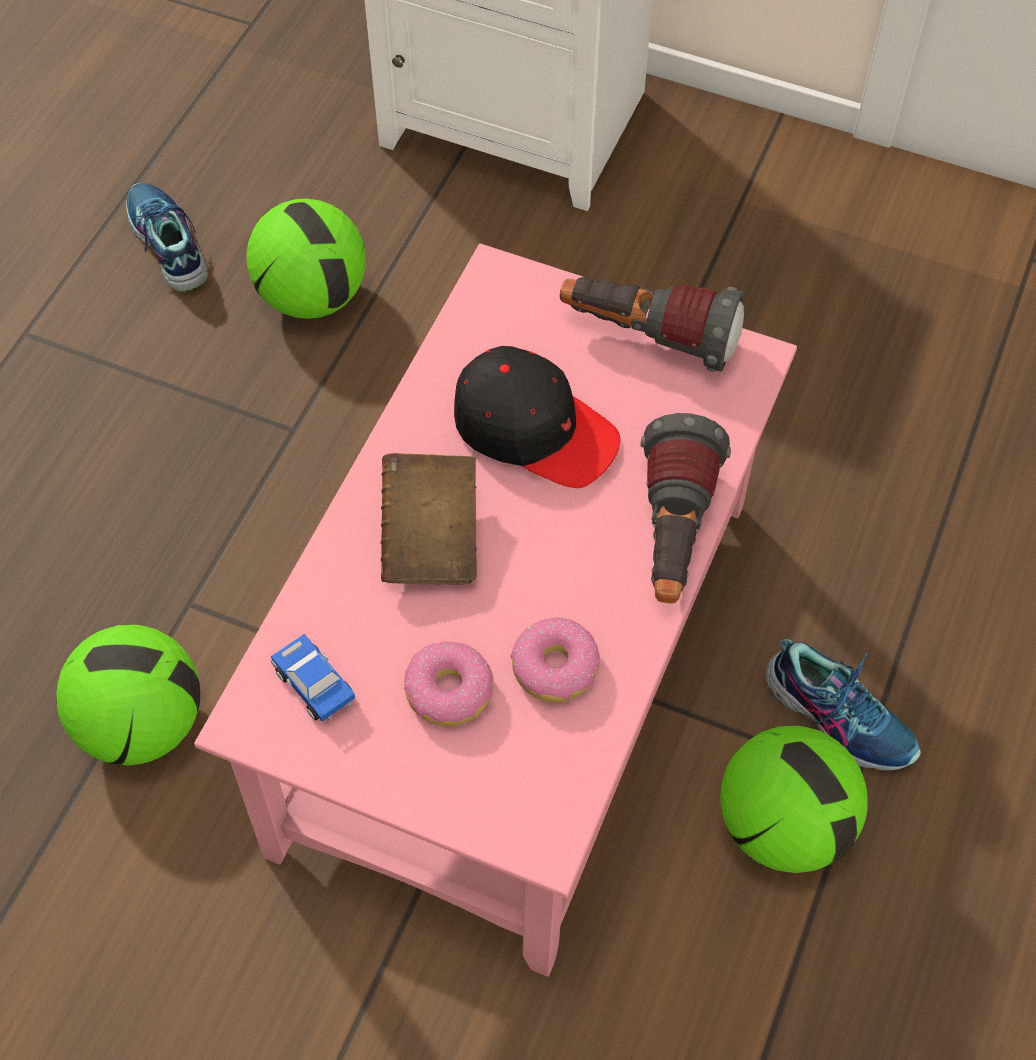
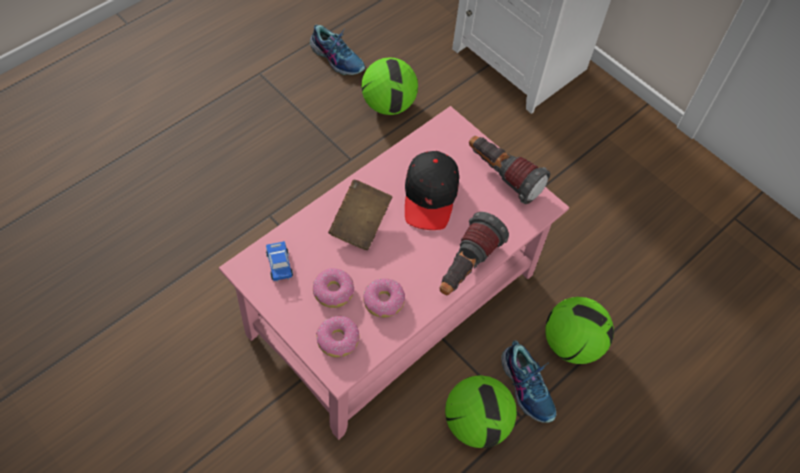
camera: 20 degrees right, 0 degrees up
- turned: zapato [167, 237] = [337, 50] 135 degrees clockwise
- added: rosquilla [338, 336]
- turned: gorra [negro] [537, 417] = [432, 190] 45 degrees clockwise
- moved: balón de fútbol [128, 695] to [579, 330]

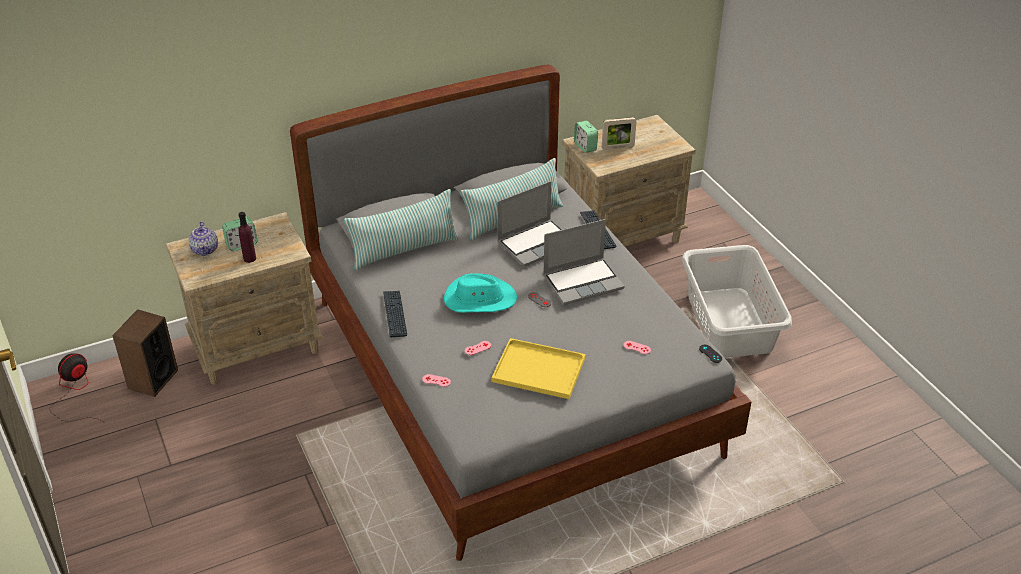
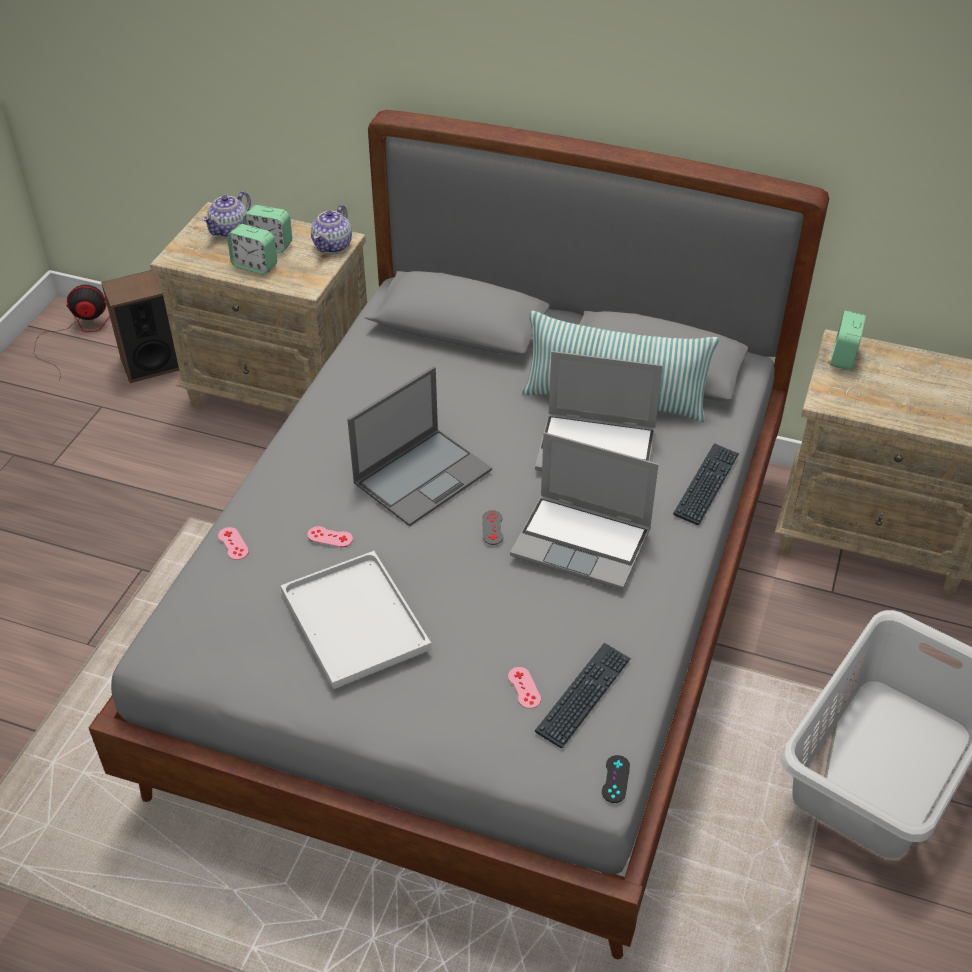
camera: 45 degrees right, 5 degrees up
- replaced: botella [morado] [247, 237] to despertador [252, 249]
- recoloured: bandeja [amarillo] [538, 368] to bandeja [blanco] [356, 620]
- added: tetera [331, 229]
- replaced: sombrero [turquesa] [480, 293] to portátil [419, 446]
- moved: teclado [395, 314] to [583, 695]
- removed: cojín [401, 229]
- removed: portarretratos [619, 133]

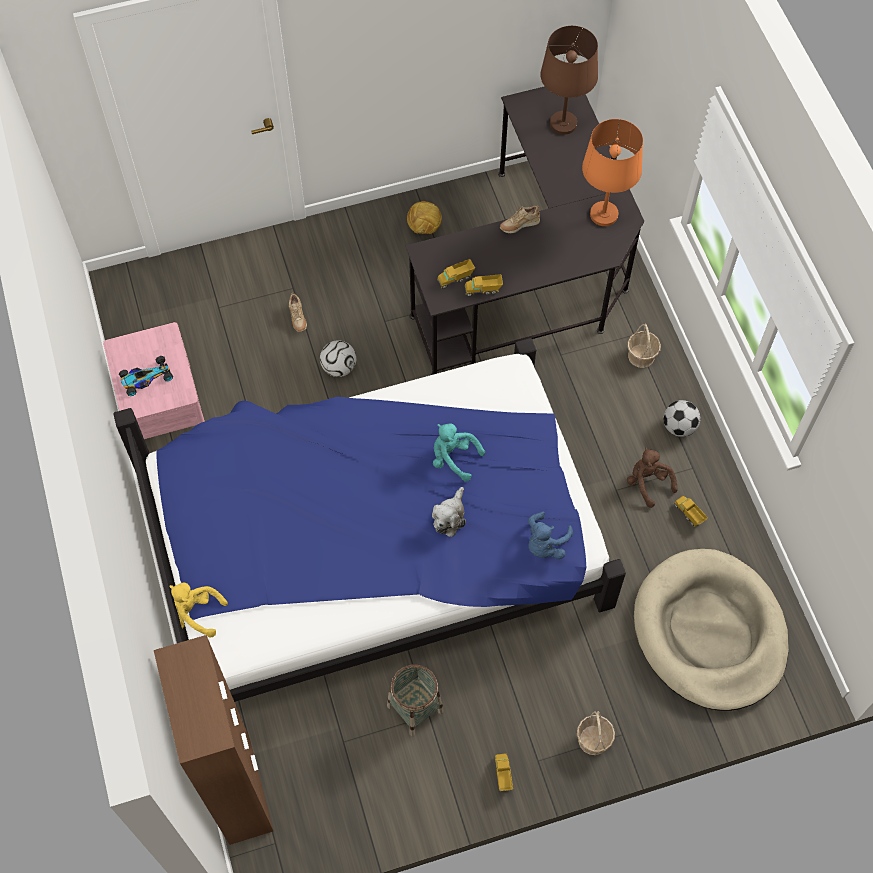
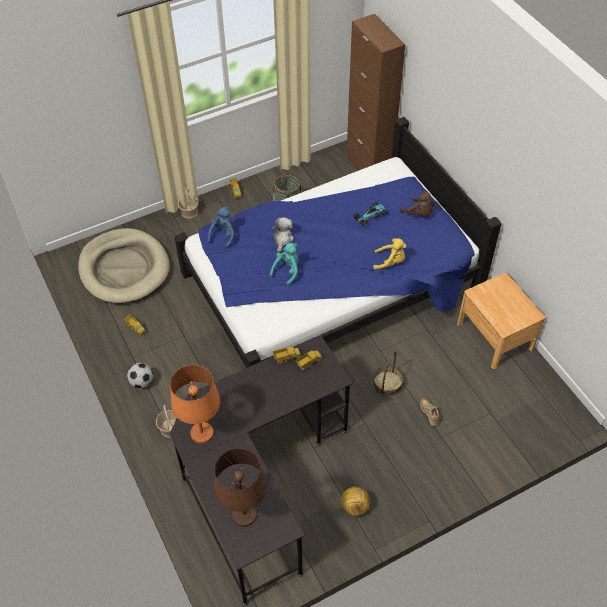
camera: 170 degrees right, 10 degrees down
- turned: peluche [turquesa] [459, 452] = [284, 264] 75 degrees counterclockwise
- moved: coche de juguete [146, 376] to [370, 214]
- replaced: balón de fútbol [338, 358] to cesta [388, 374]
- moved: peluche [amarillo] [198, 610] to [389, 254]
- moved: peluche [marrón] [652, 477] to [417, 204]
- recoloured: mesita de noche [rosa] [154, 380] to mesita de noche [marrón] [501, 321]
- removed: zapato [beis] [520, 219]

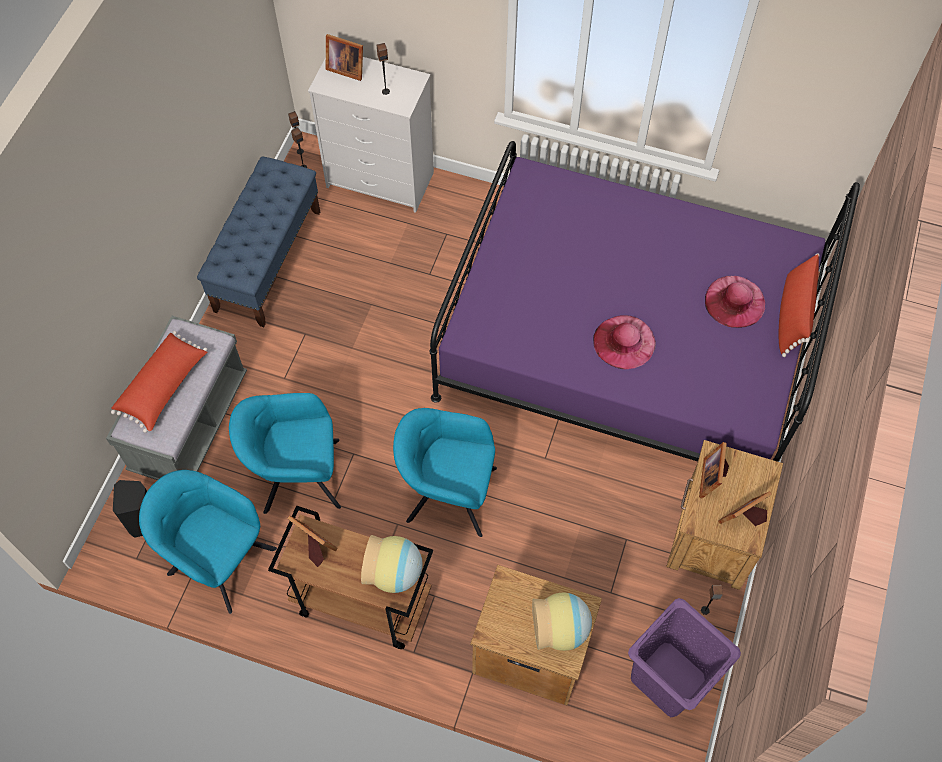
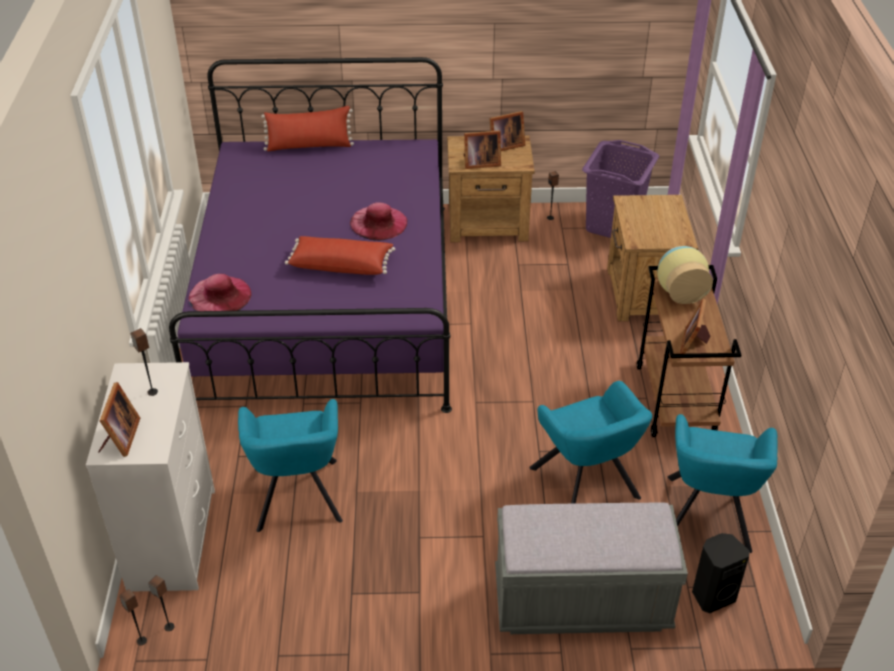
camera: 110 degrees left, 20 degrees down
- moved: sombrero [rosa] [735, 302] to [220, 292]
- moved: sillón [turquesa] [445, 472] to [290, 465]
- moved: cojín [rojo] [159, 382] to [340, 255]
- turned: portarretratos [745, 508] = [507, 131] 60 degrees counterclockwise
- removed: banco [azul] [258, 241]
- removed: florero [562, 622]

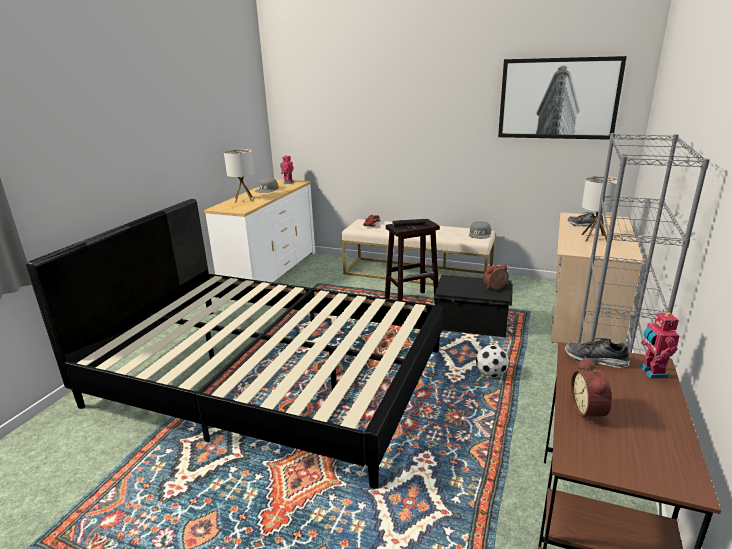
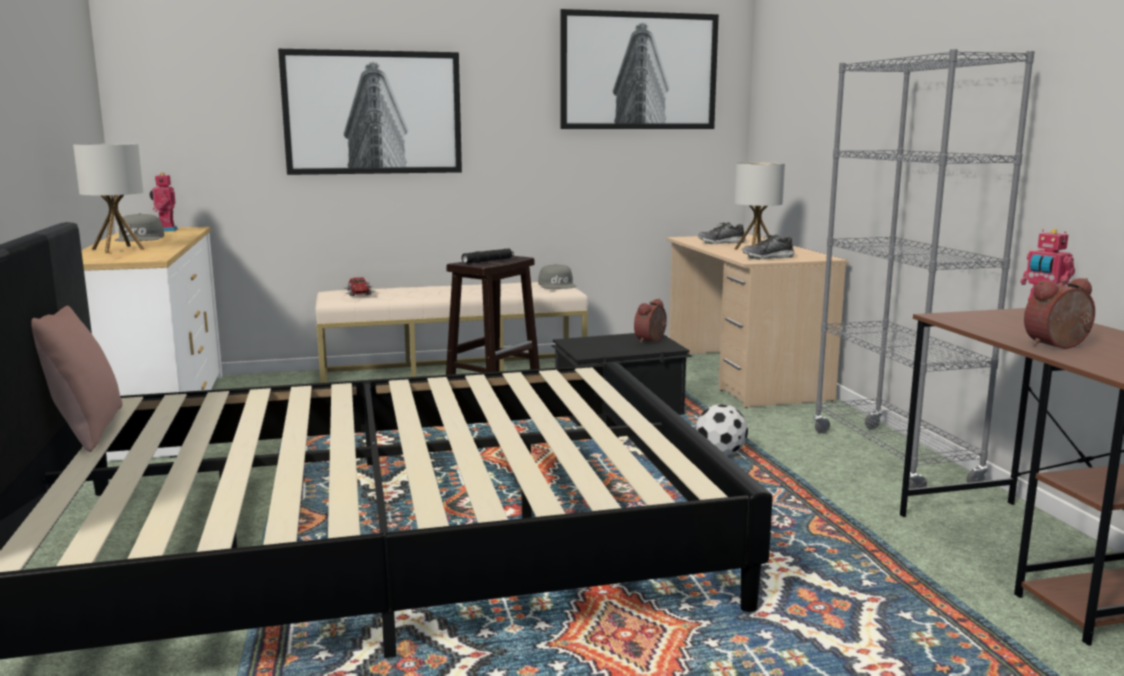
camera: 35 degrees left, 10 degrees down
- added: cojín [rosa] [77, 379]
- added: cuadro [370, 112]
- moved: zapato [597, 353] to [769, 247]
- turned: despertador [591, 390] = [1059, 313] 105 degrees clockwise

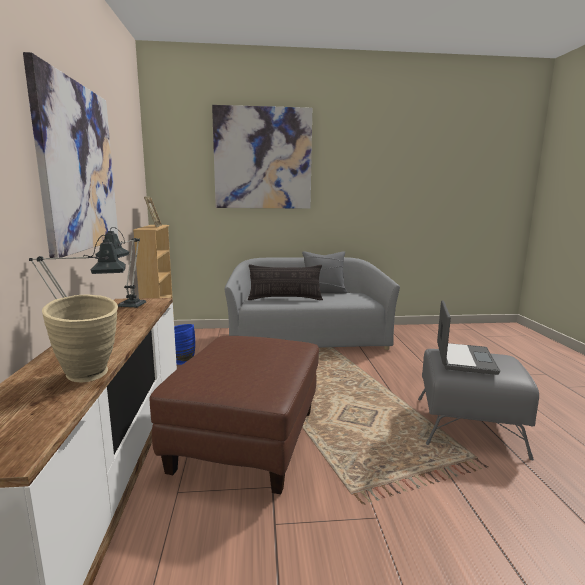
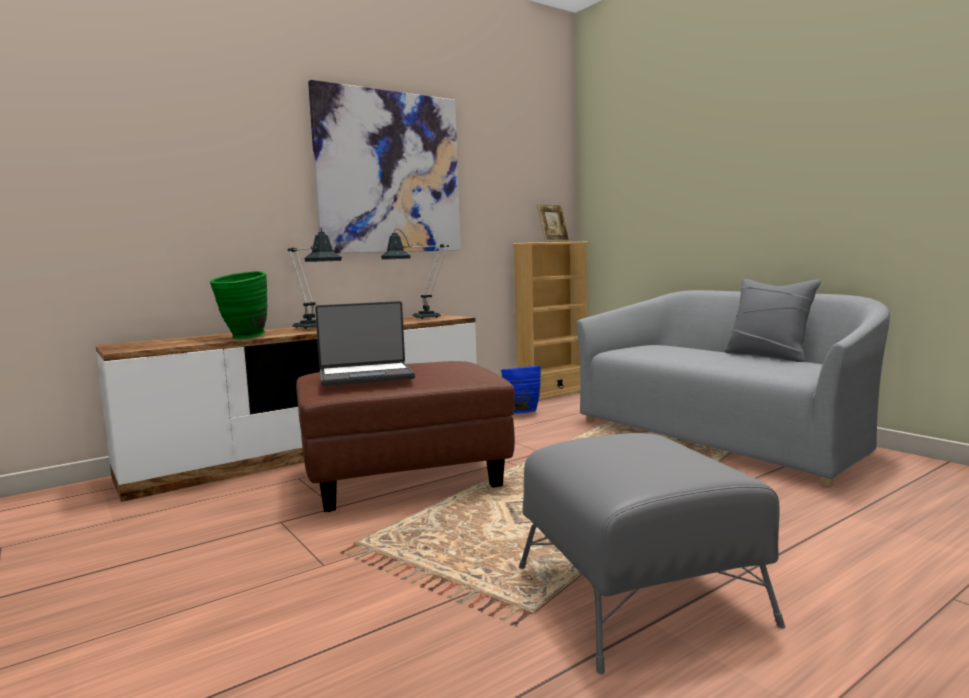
camera: 60 degrees right, 5 degrees down
- recoloured: florero [beis] [80, 339] to florero [verde] [239, 305]
- moved: portátil [468, 338] to [365, 343]
- removed: cuadro [262, 157]
- removed: cojín [285, 282]

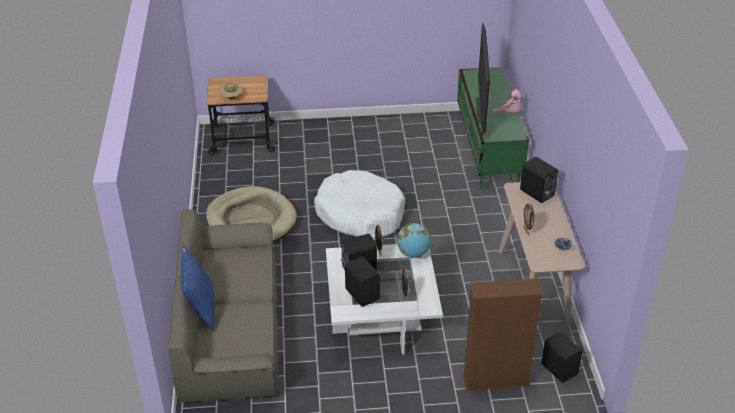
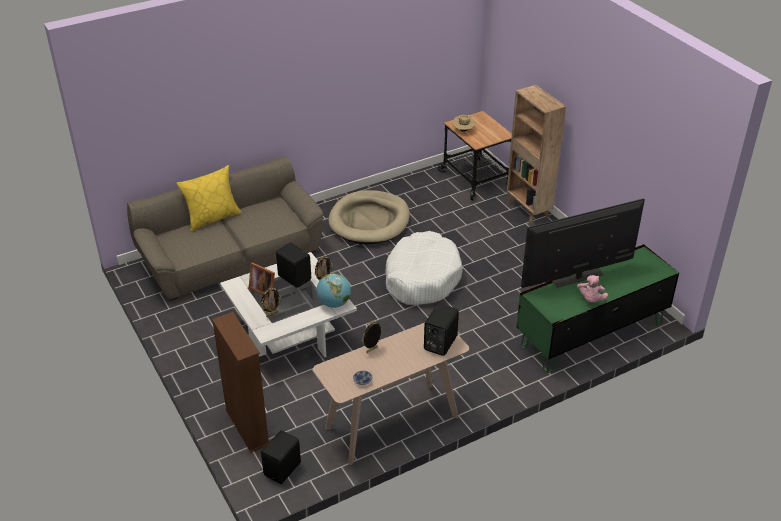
camera: 65 degrees right, 0 degrees up
- recoloured: cojín [azul] [198, 288] to cojín [amarillo] [209, 198]
- replaced: altavoz [negro] [362, 282] to portarretratos [262, 279]
- added: estantería [marrón] [536, 154]

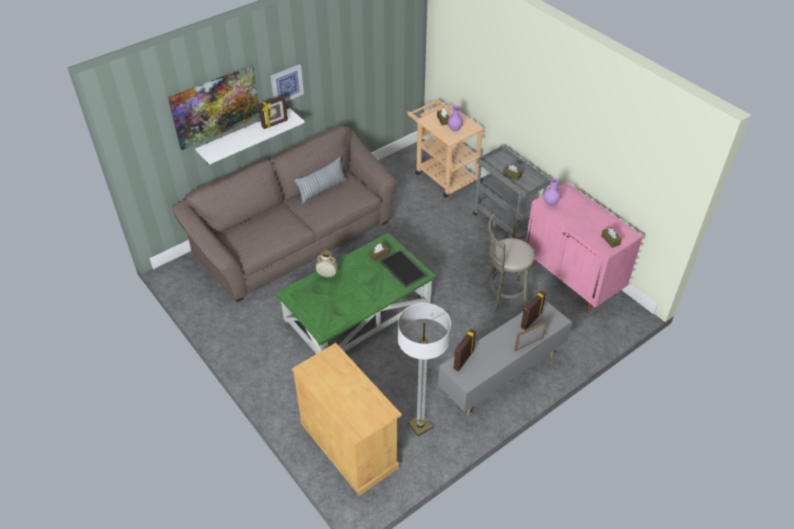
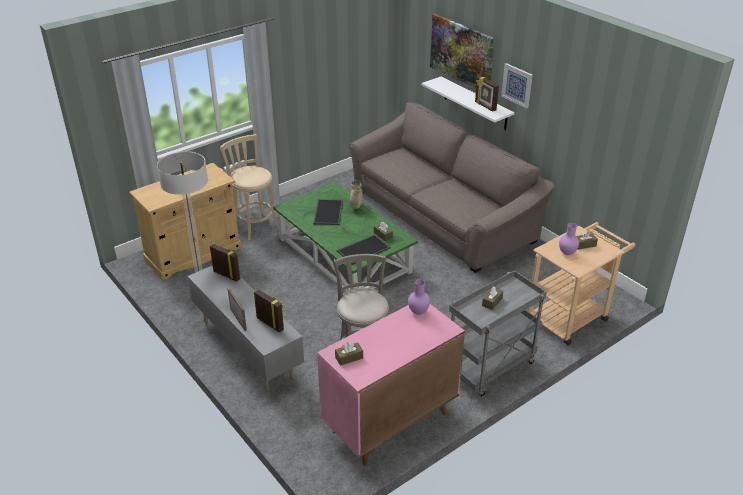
camera: 90 degrees right, 10 degrees down
- added: taburete [beis] [249, 187]
- added: bandeja [328, 212]
- removed: cojín [320, 180]

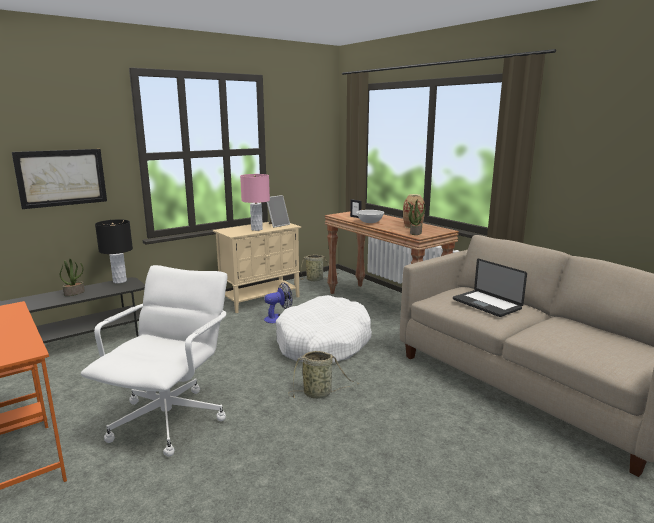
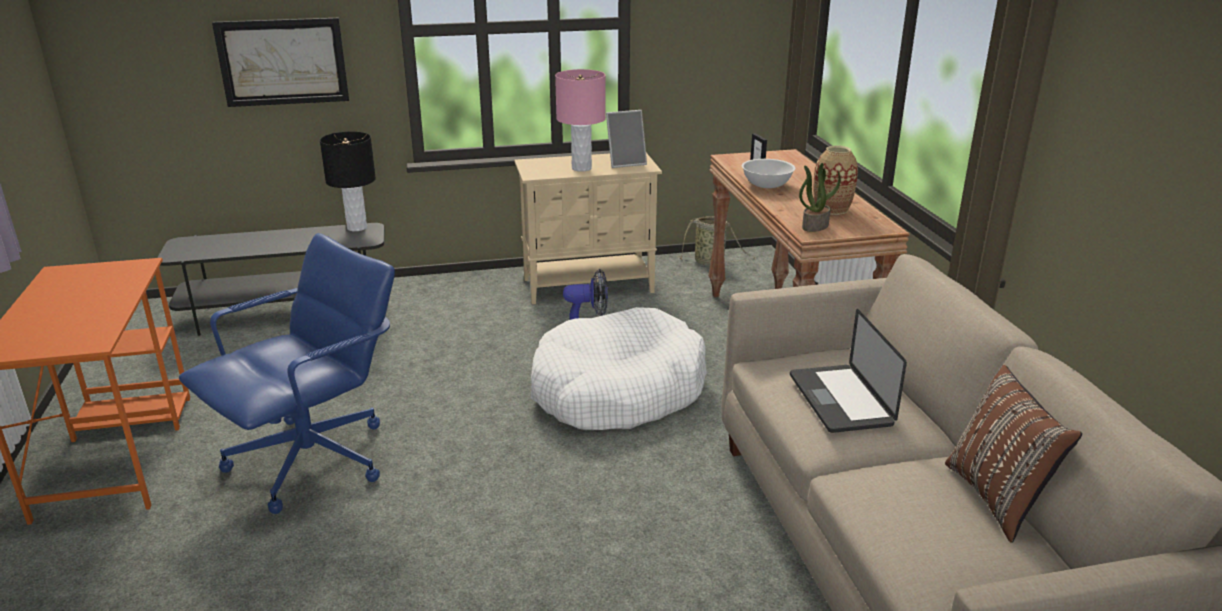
camera: 25 degrees right, 10 degrees up
- recoloured: silla de oficina [blanco] [154, 361] to silla de oficina [azul] [287, 373]
- added: cojín [marrón] [1013, 454]
- removed: planta en maceta [72, 277]
- removed: cesta [323, 375]

